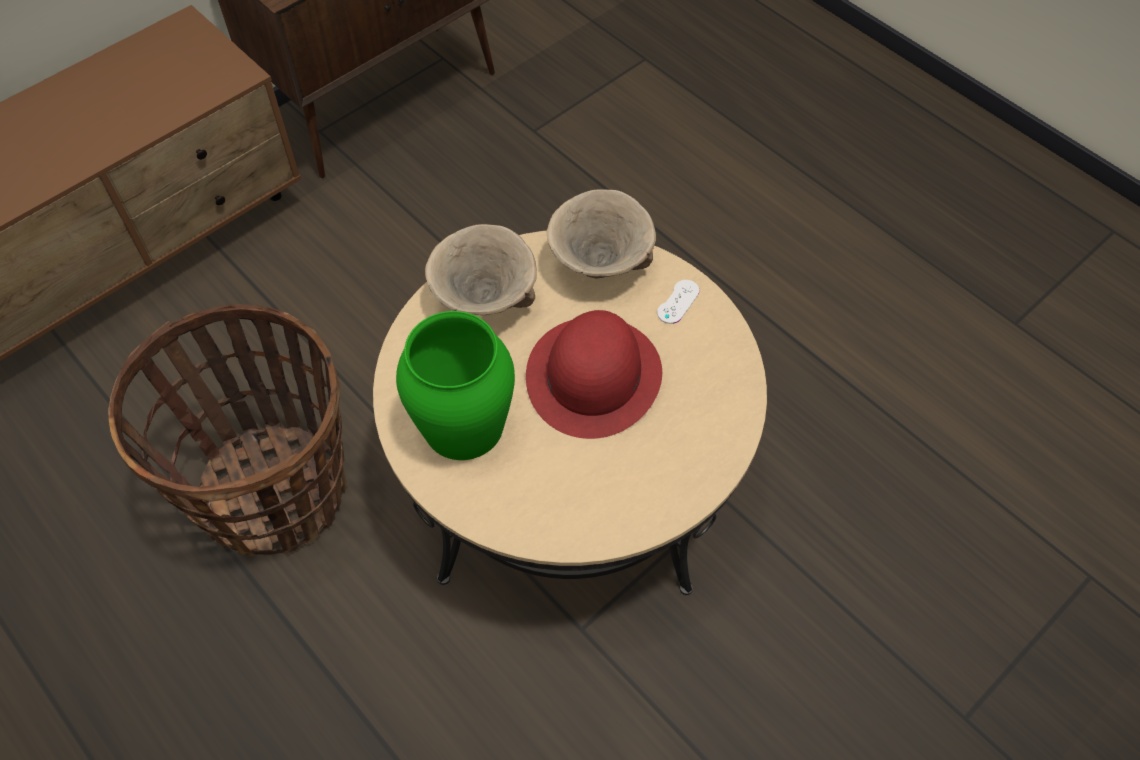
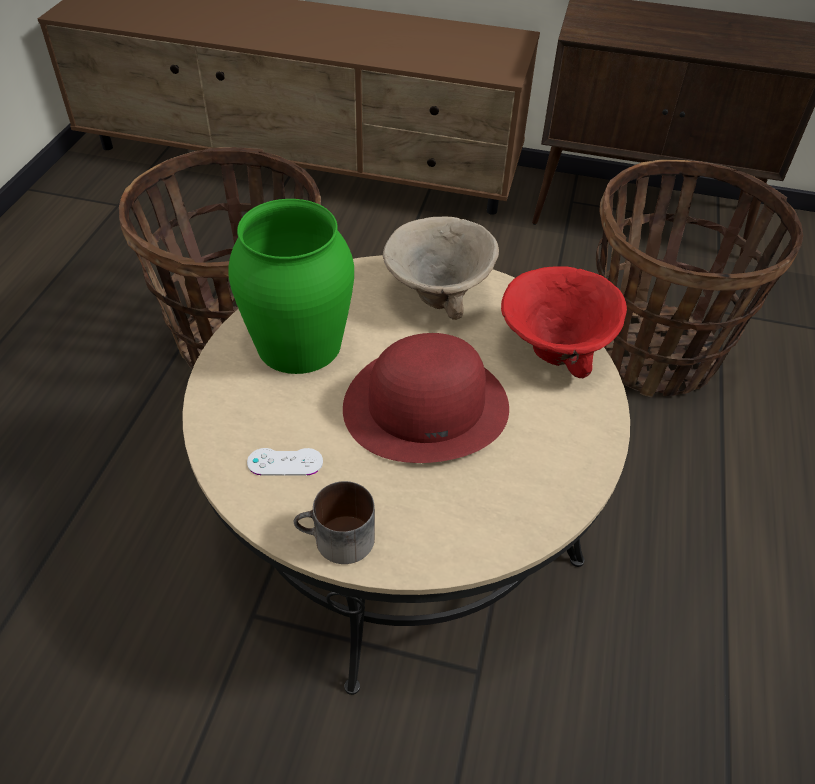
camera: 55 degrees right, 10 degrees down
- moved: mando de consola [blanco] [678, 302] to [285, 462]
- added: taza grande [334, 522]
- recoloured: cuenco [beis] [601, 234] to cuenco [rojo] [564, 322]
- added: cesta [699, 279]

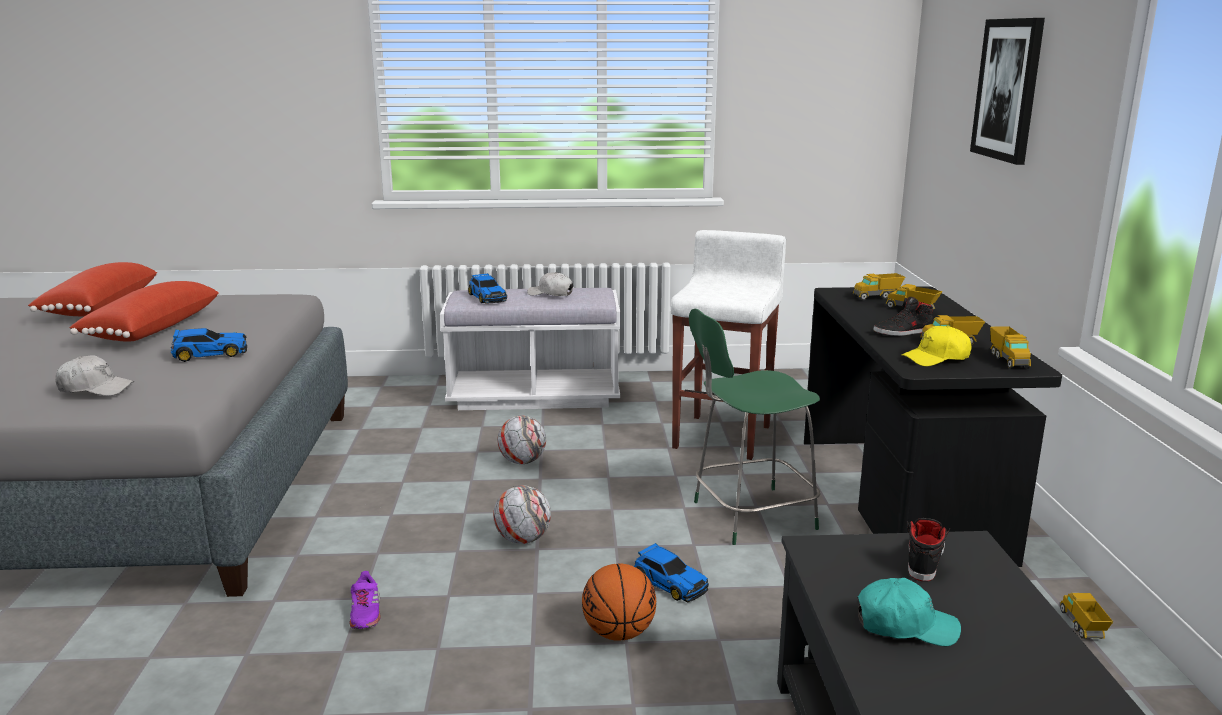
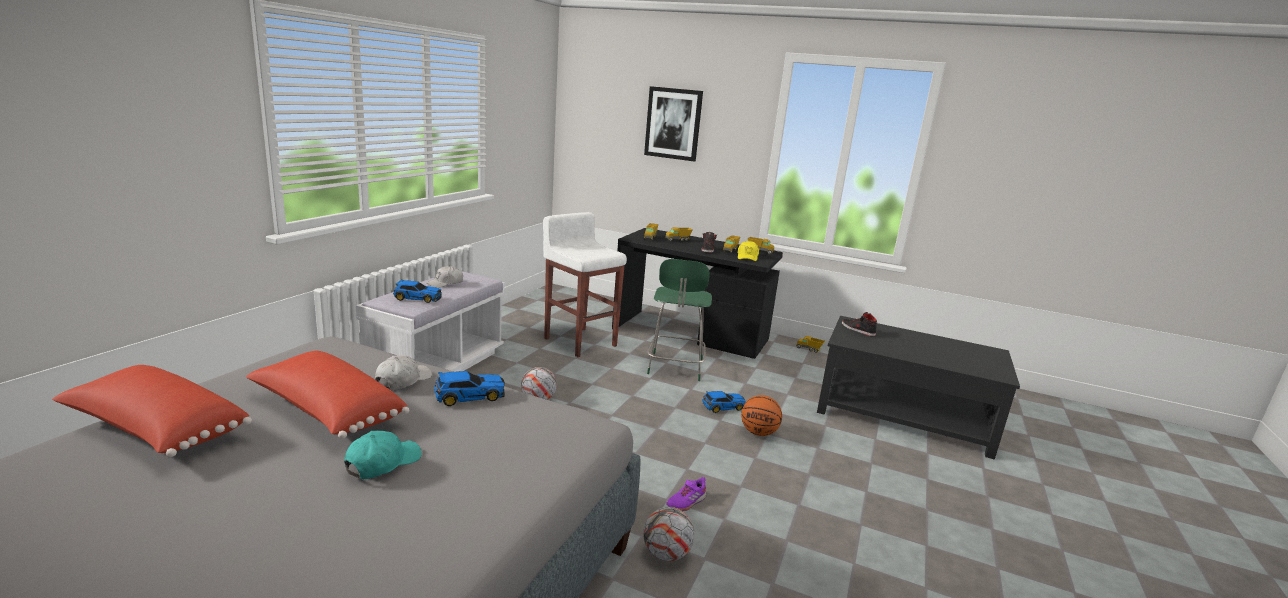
camera: 65 degrees left, 0 degrees up
- moved: gorra [turquesa] [909, 612] to [382, 455]
- moved: gorra [blanco] [94, 376] to [403, 372]
- turned: coche de juguete [208, 345] = [469, 388] 60 degrees clockwise
- moved: balón de fútbol [522, 514] to [668, 534]
- turned: zapato [morado] [365, 600] = [686, 494] 120 degrees clockwise

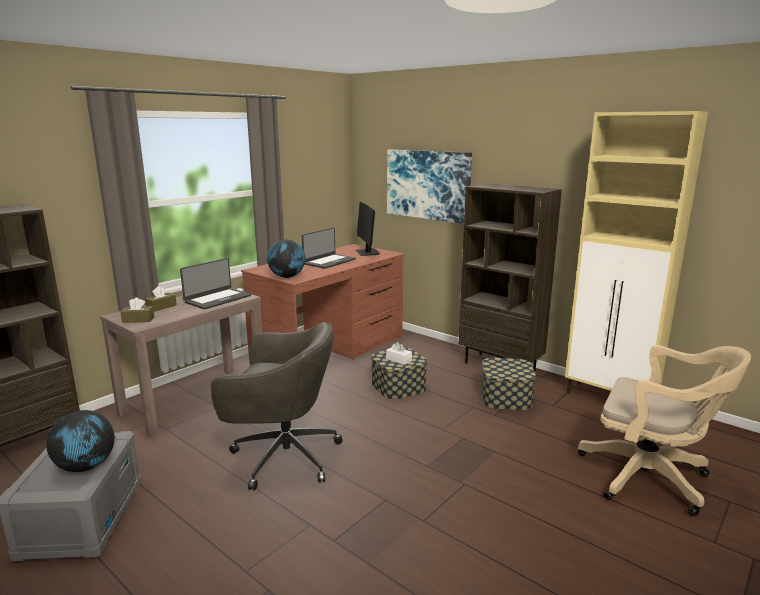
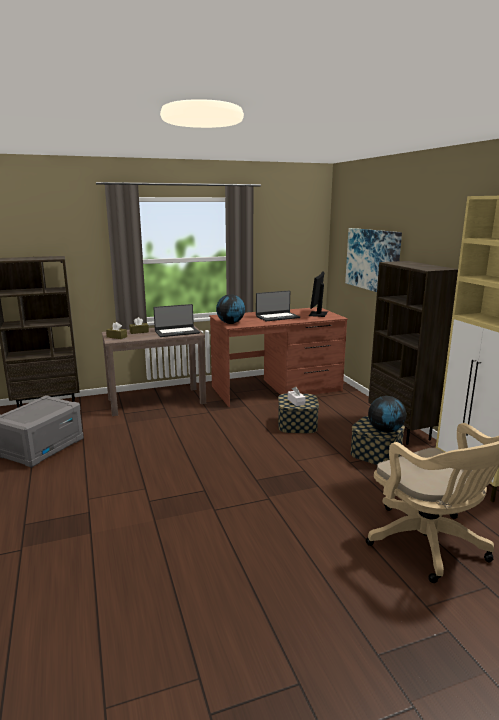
camera: 30 degrees right, 0 degrees up
- moved: globo terráqueo [80, 441] to [387, 414]
- removed: silla de oficina [gris] [277, 406]

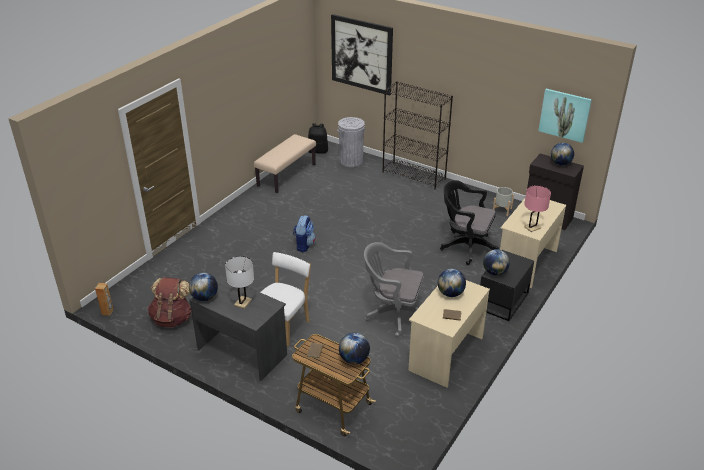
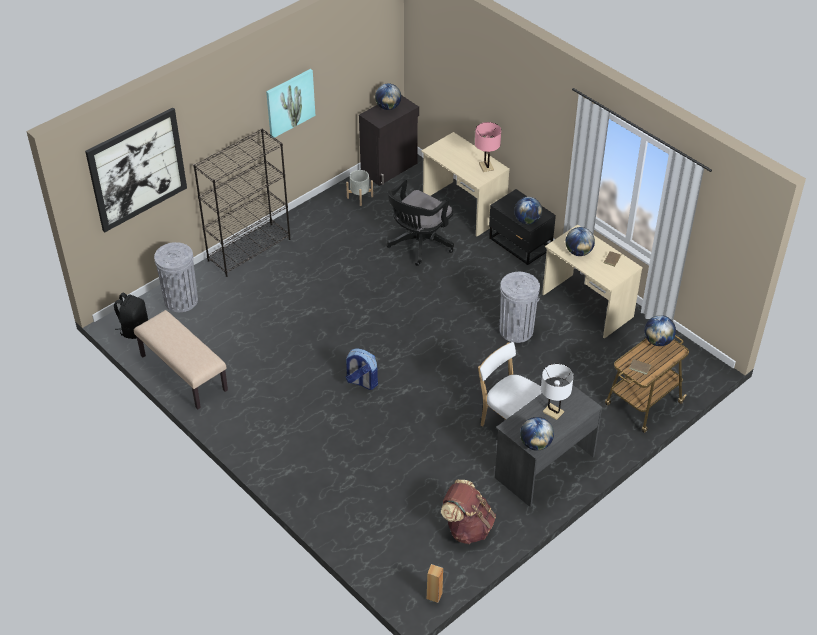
camera: 75 degrees left, 10 degrees up
- moved: cuadro [565, 116] to [291, 103]
- replaced: silla de oficina [gris] [394, 289] to papelera [gris] [520, 307]

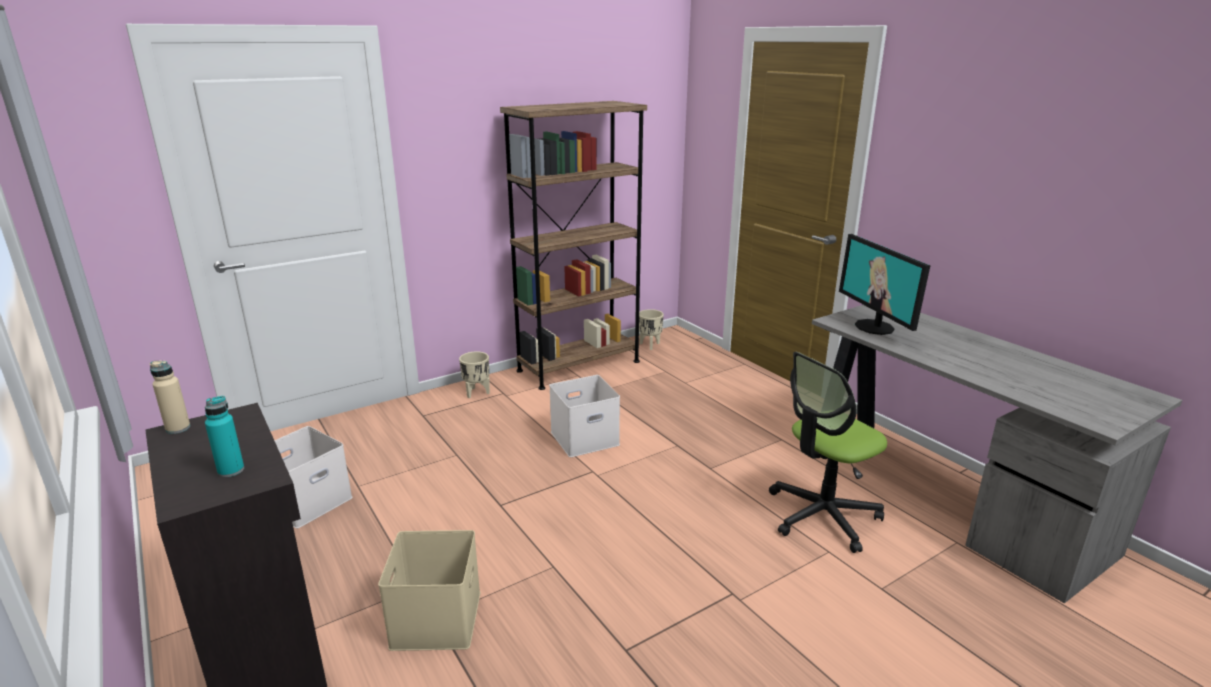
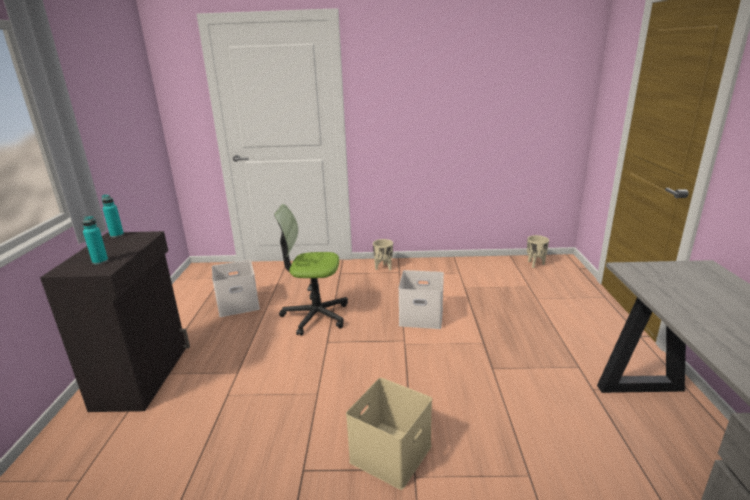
camera: 35 degrees right, 0 degrees up
- recoloured: botella [beis] [170, 397] to botella [turquesa] [113, 216]
- moved: silla de oficina [828, 452] to [311, 270]
- moved: caja de almacenaje [beis] [429, 590] to [389, 434]
- removed: estantería [marrón] [573, 245]
- removed: monitor [885, 284]

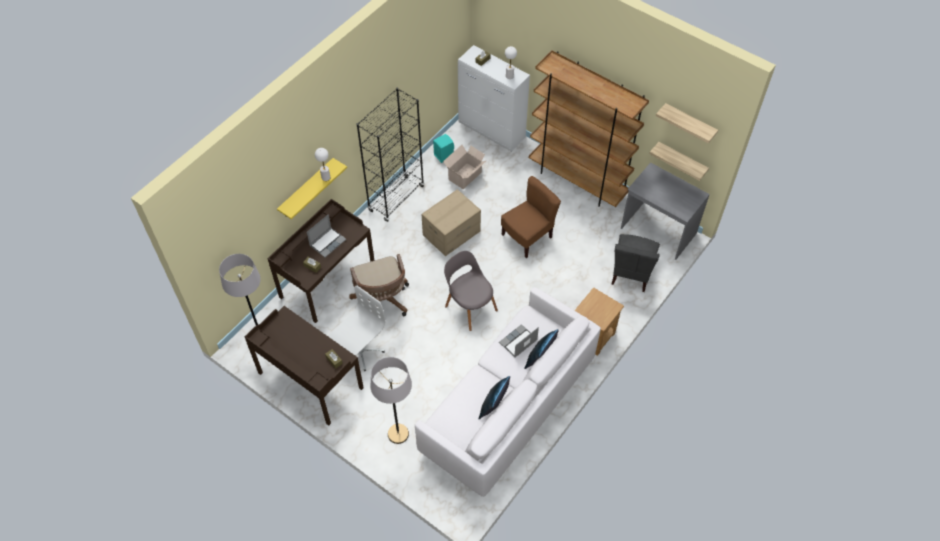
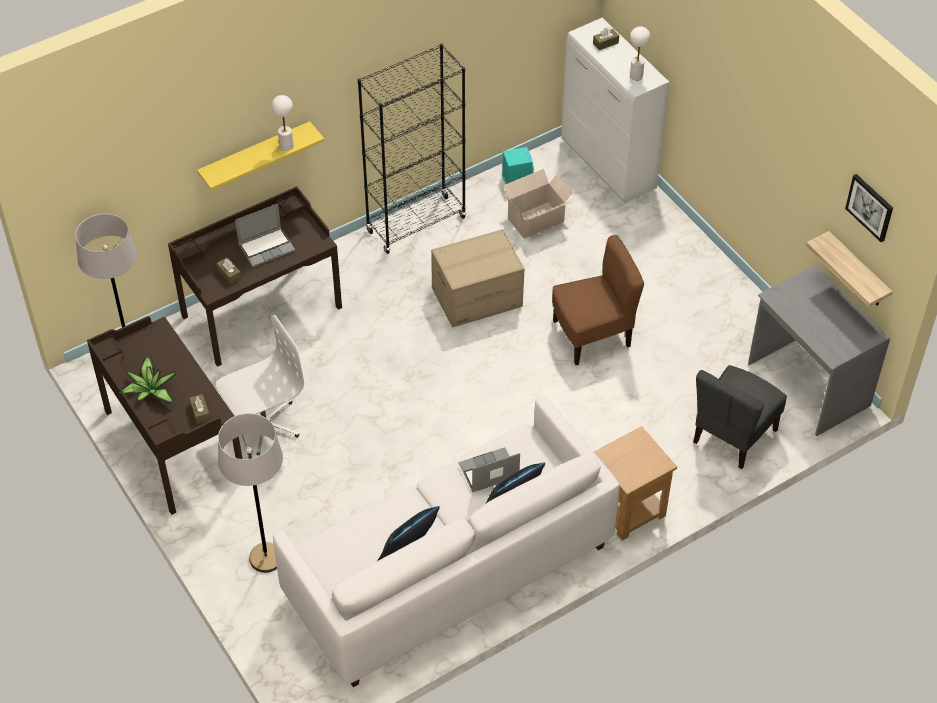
camera: 20 degrees right, 5 degrees down
- added: planta en maceta [147, 380]
- replaced: estante [687, 123] to cuadro [869, 208]
- removed: silla de oficina [marrón] [379, 285]
- removed: silla [gris] [471, 291]
- removed: estantería [marrón] [589, 128]

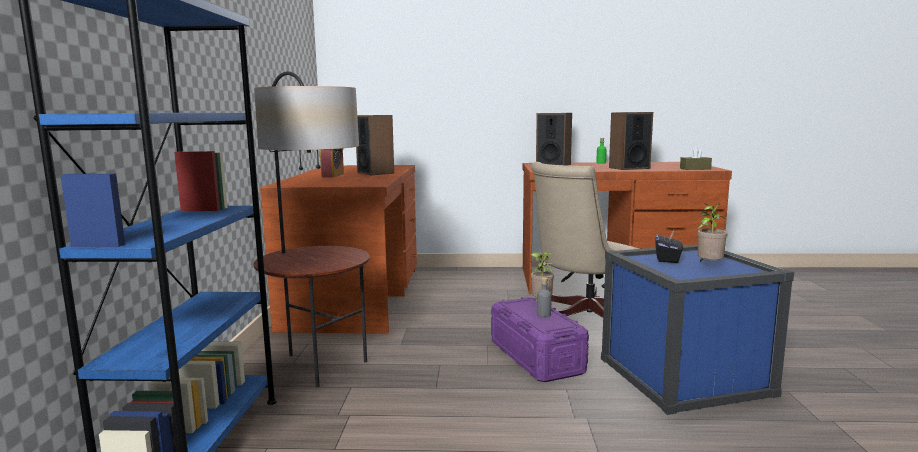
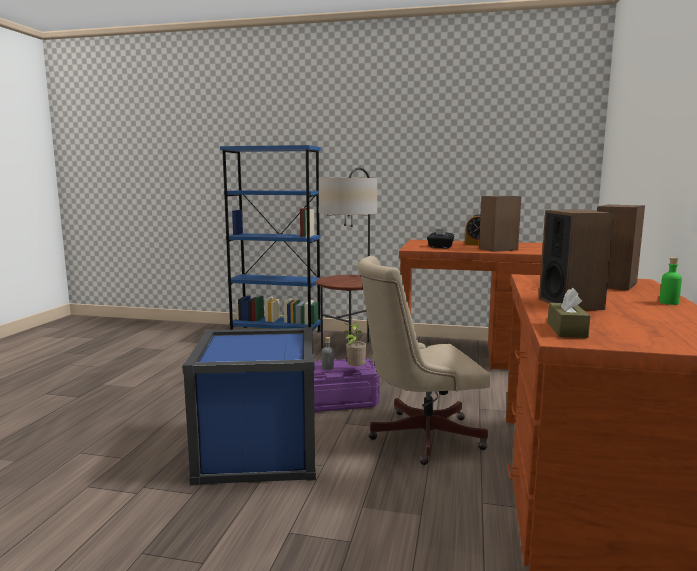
camera: 100 degrees right, 0 degrees up
- turned: silla de oficina [beis] [585, 240] = [424, 360] 75 degrees counterclockwise
- moved: caja de pañuelos [negro] [669, 246] to [441, 238]
- removed: planta en maceta [712, 232]

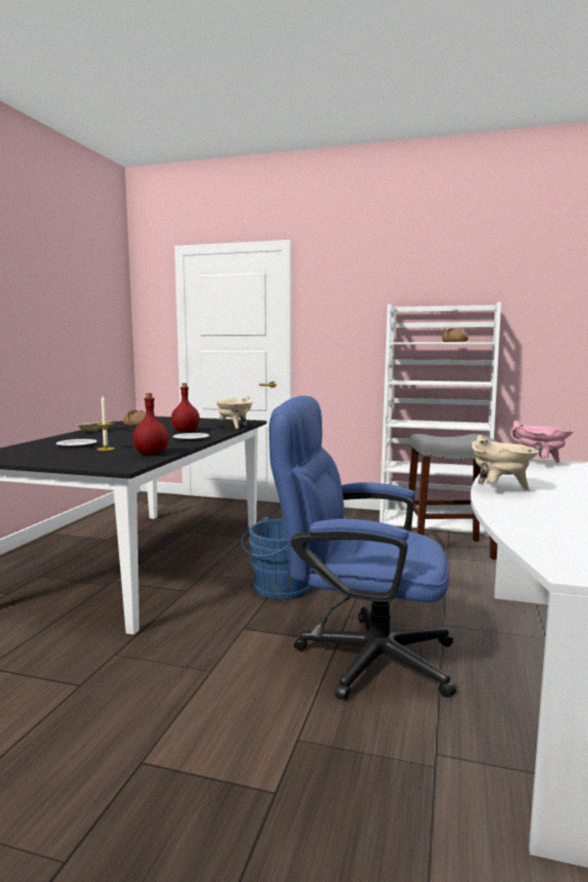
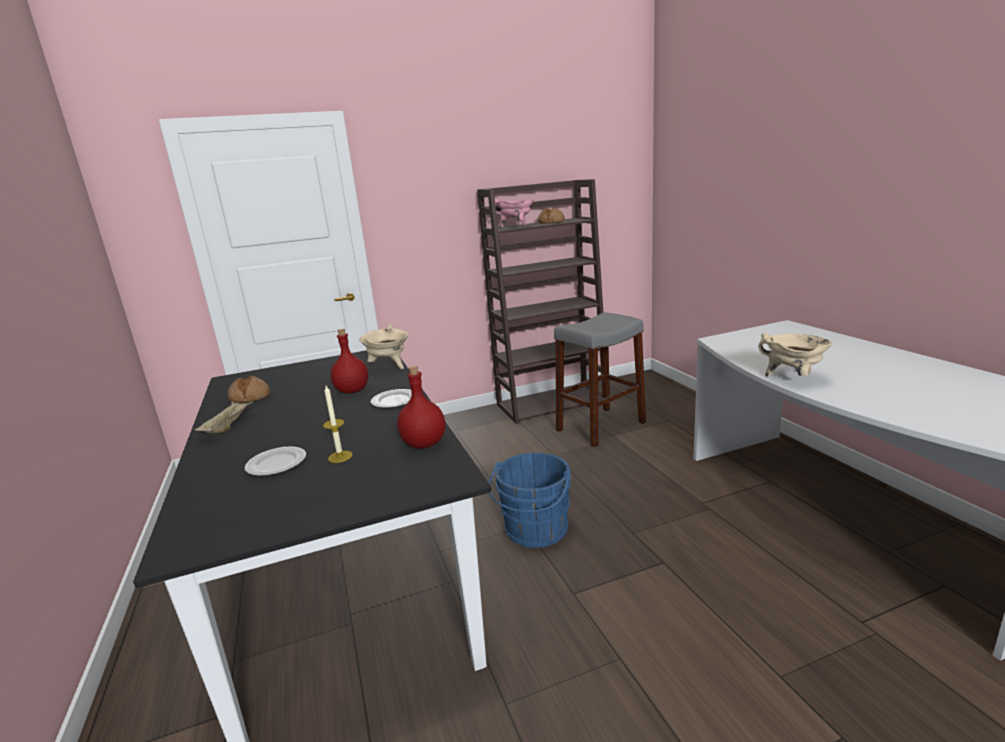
camera: 35 degrees left, 10 degrees up
- recoloured: estantería [blanco] [440, 419] to estantería [marrón] [540, 301]
- moved: olla [rosa] [542, 441] to [514, 213]
- removed: silla de oficina [azul] [362, 548]

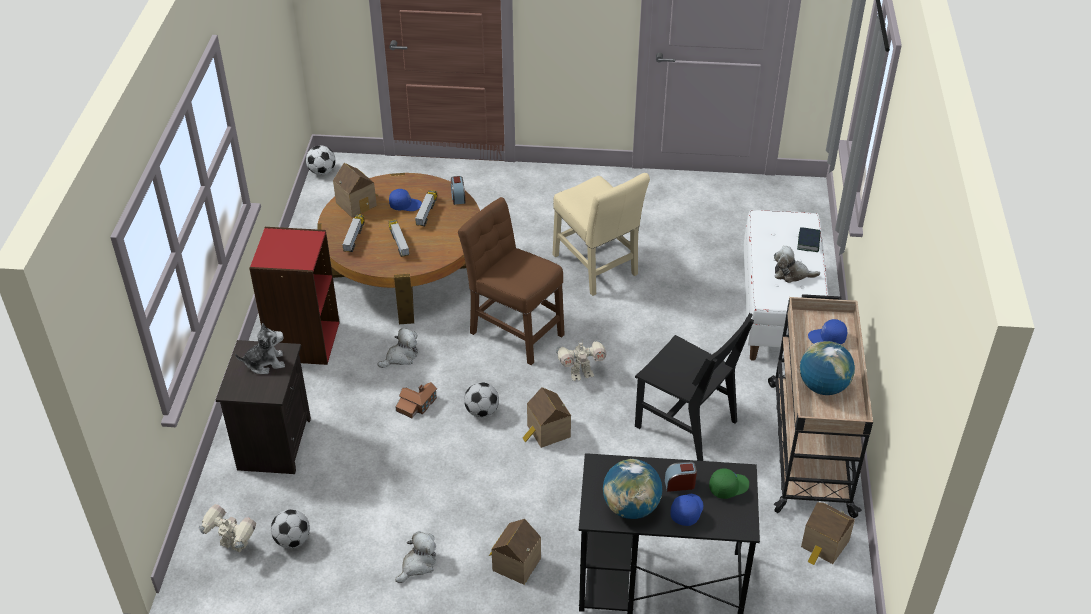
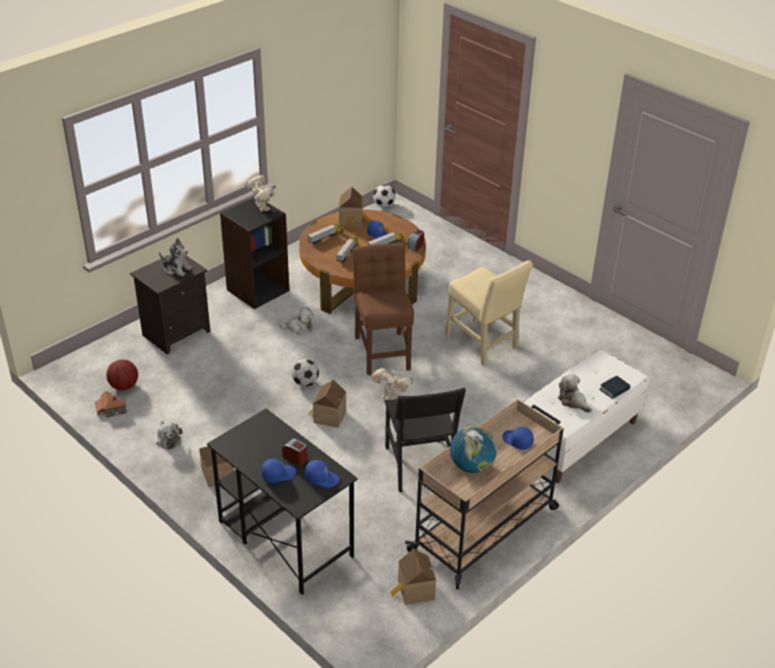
camera: 40 degrees right, 5 degrees down
- moved: casita [416, 400] to [111, 404]
- replaced: balón de fútbol [290, 529] to balón de baloncesto [122, 375]
- turned: peluche [415, 557] = [169, 435] 75 degrees clockwise
- recoloured: estantería [rojo] [294, 296] to estantería [negro] [254, 253]
- moved: robot de juguete [227, 528] to [260, 193]
- recoloured: gorra [verde] [729, 483] to gorra [azul] [322, 474]
- turned: silla [beis] [601, 234] = [489, 313] 45 degrees counterclockwise
- removed: globo terráqueo [632, 489]

